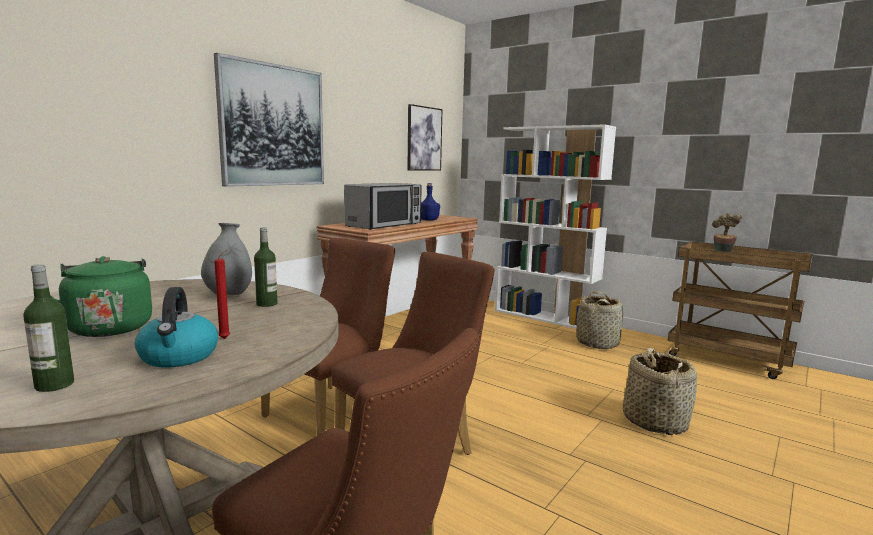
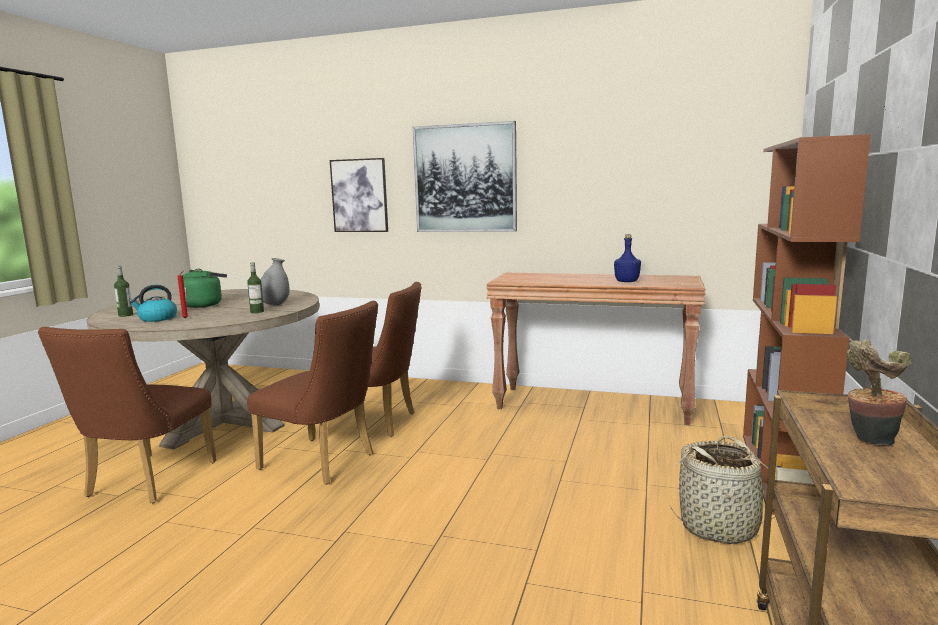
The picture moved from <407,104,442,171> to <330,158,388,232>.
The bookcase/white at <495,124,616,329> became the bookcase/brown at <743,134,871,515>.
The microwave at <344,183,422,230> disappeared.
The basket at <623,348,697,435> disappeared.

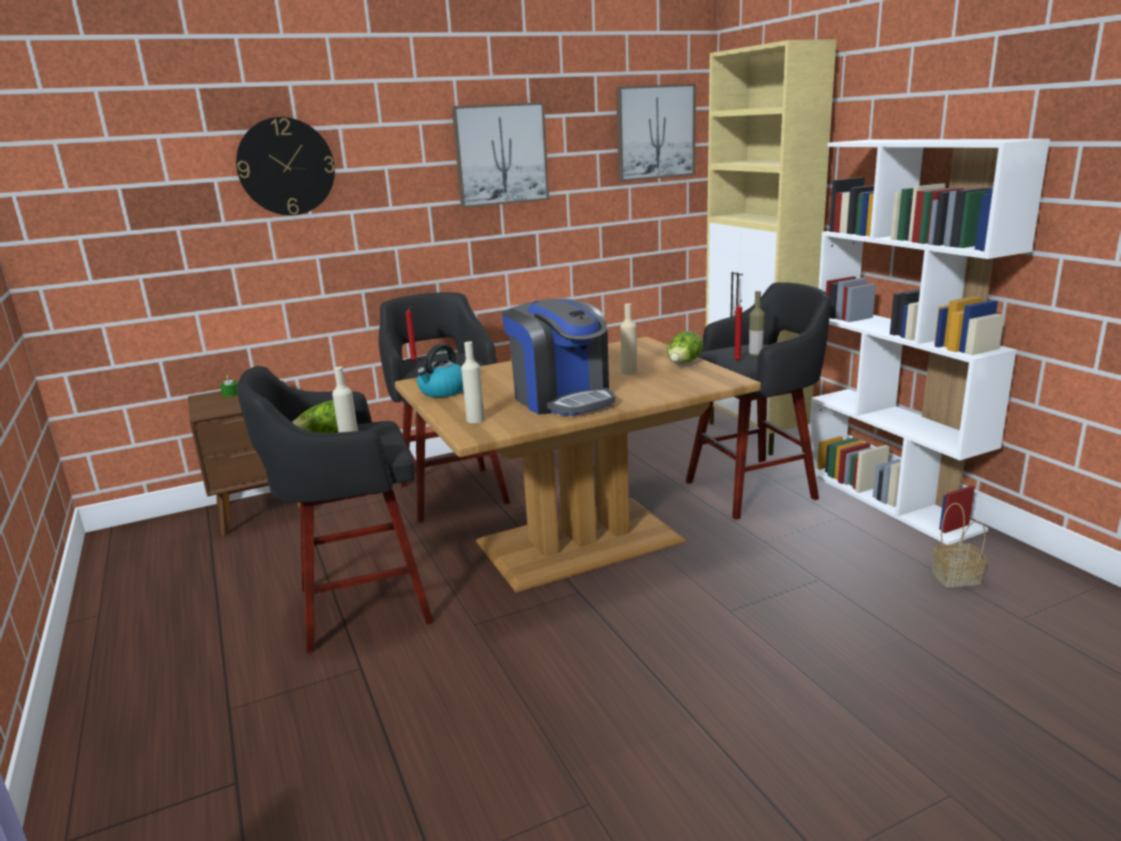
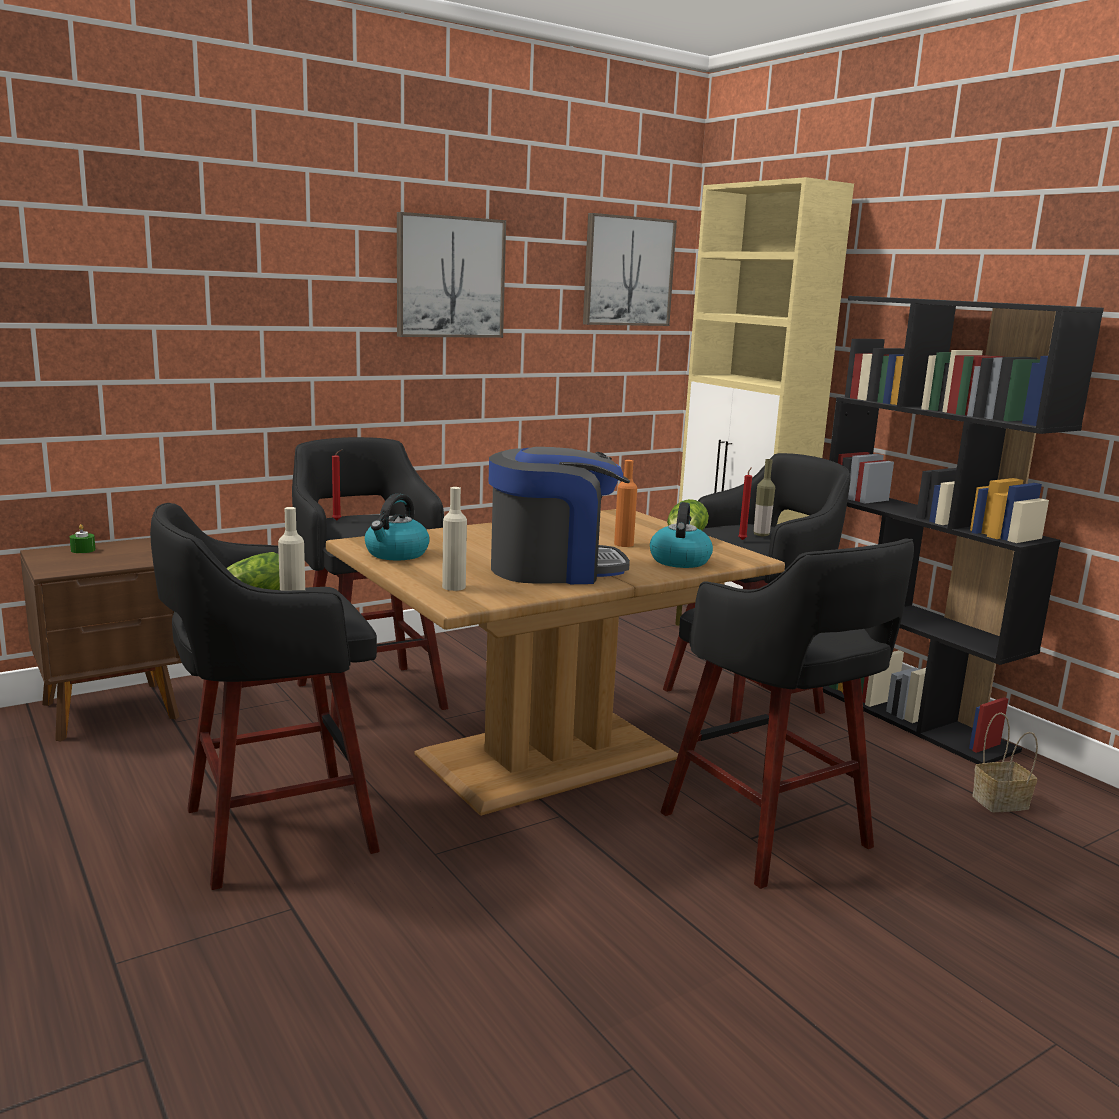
The wall clock at <236,117,335,215> disappeared.
The bookcase/white at <809,139,1050,545> became the bookcase/black at <823,296,1104,764>.
The coffee machine at <502,299,615,416> turned 60 degrees counterclockwise.
The bottle/beige at <620,303,637,375> became the bottle/orange at <614,460,637,547>.
The kettle at <650,502,713,568> appeared.
The stool/black at <661,538,914,889> appeared.

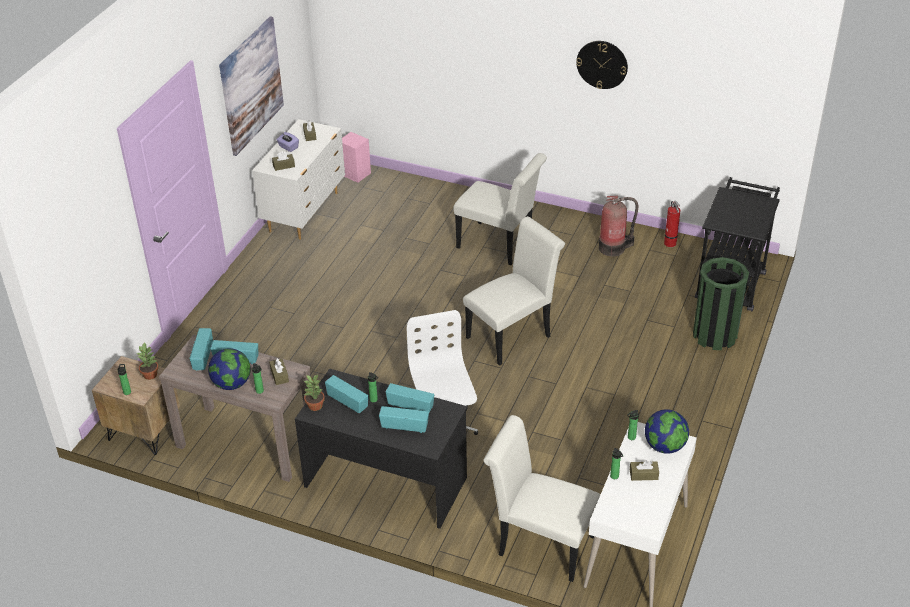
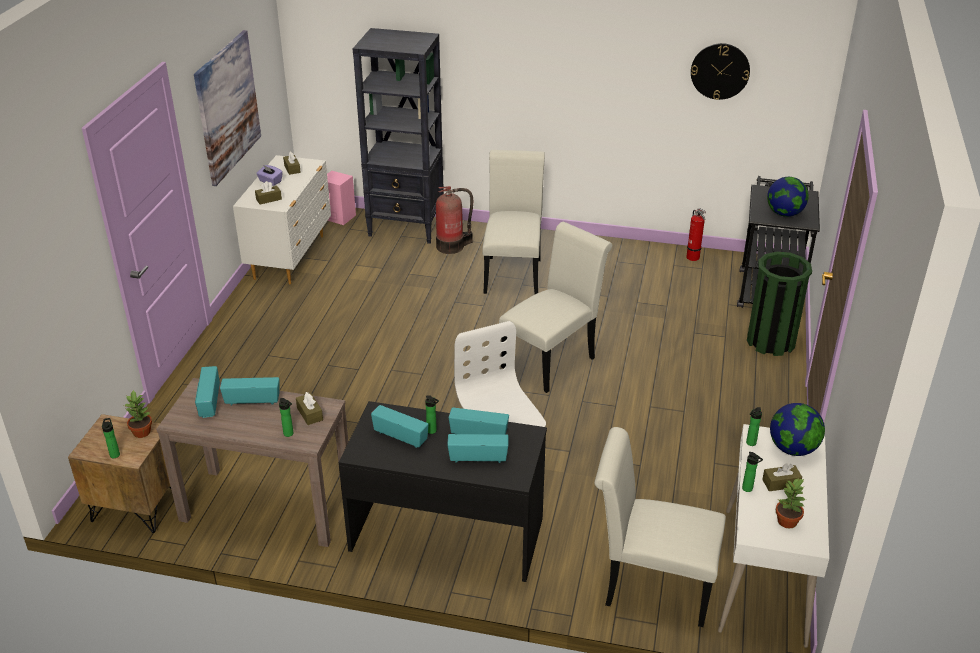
The wall clock moved from <576,41,628,89> to <691,43,750,100>.
The chair/white at <453,153,547,265> turned 105 degrees counterclockwise.
The fire extinguisher moved from <599,195,638,257> to <436,186,473,254>.
The globe moved from <208,348,251,390> to <767,177,809,217>.
The potted plant moved from <304,375,325,411> to <776,479,806,528>.
The bookcase/black at <353,28,444,244> appeared.

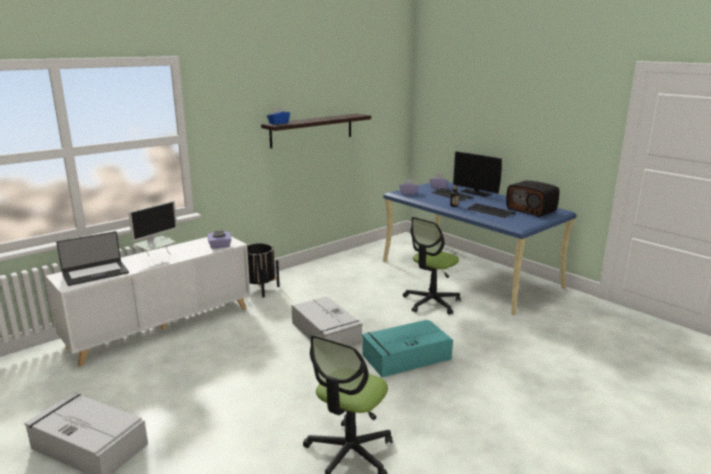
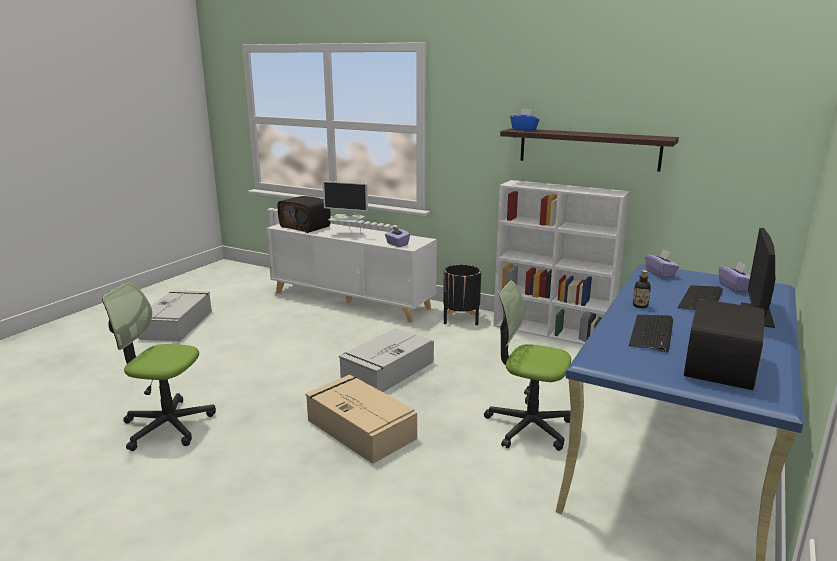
The laptop at <56,231,129,286> was replaced by the radio at <278,196,331,233>.
The storage box/turquoise at <362,320,453,377> became the storage box/beige at <305,375,417,464>.
The bookcase/white at <493,180,630,345> appeared.

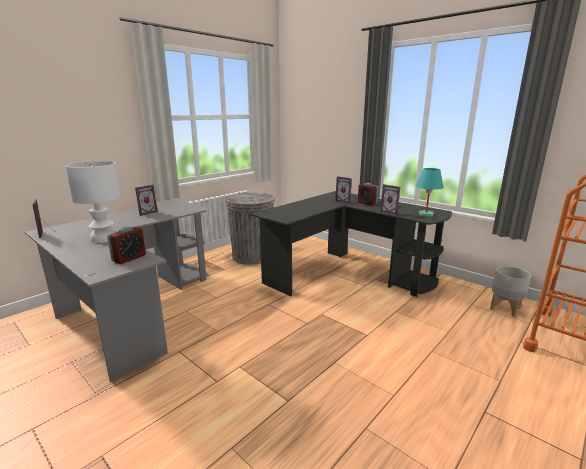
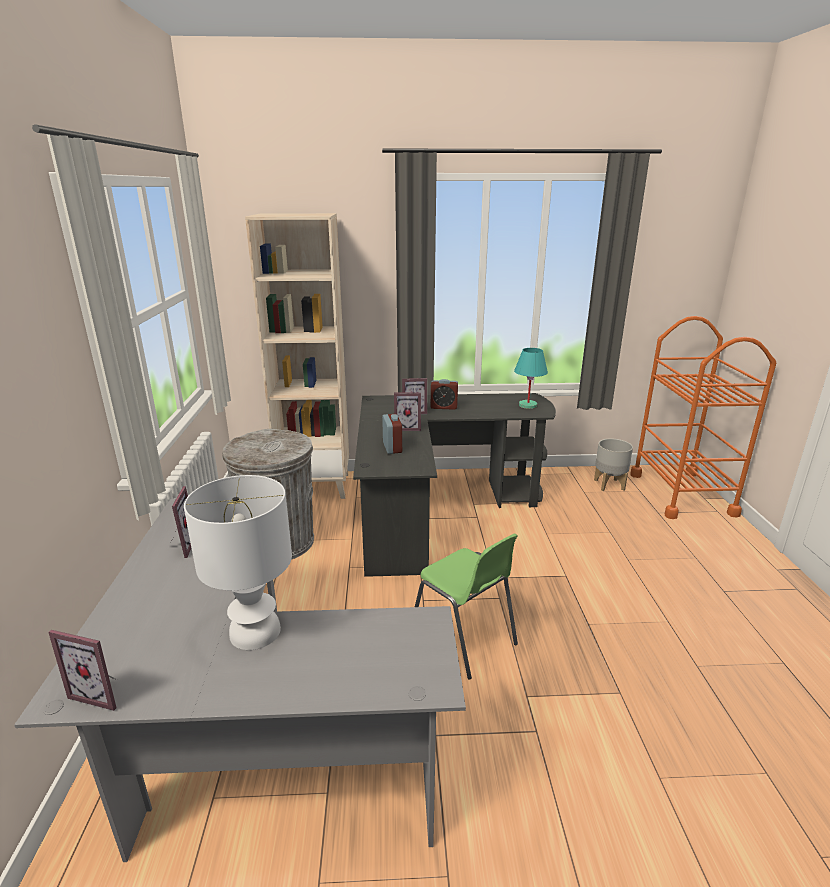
The picture frame moved from <380,184,400,215> to <394,393,421,431>.
The alarm clock moved from <107,226,146,264> to <382,414,402,454>.
The bookcase/beige at <245,213,349,499> appeared.
The chair/green at <415,533,518,679> appeared.

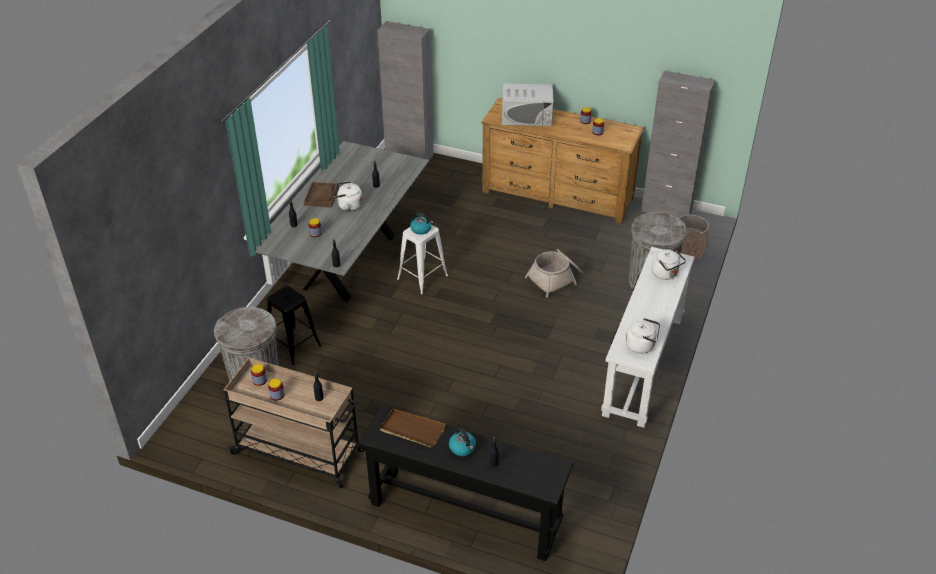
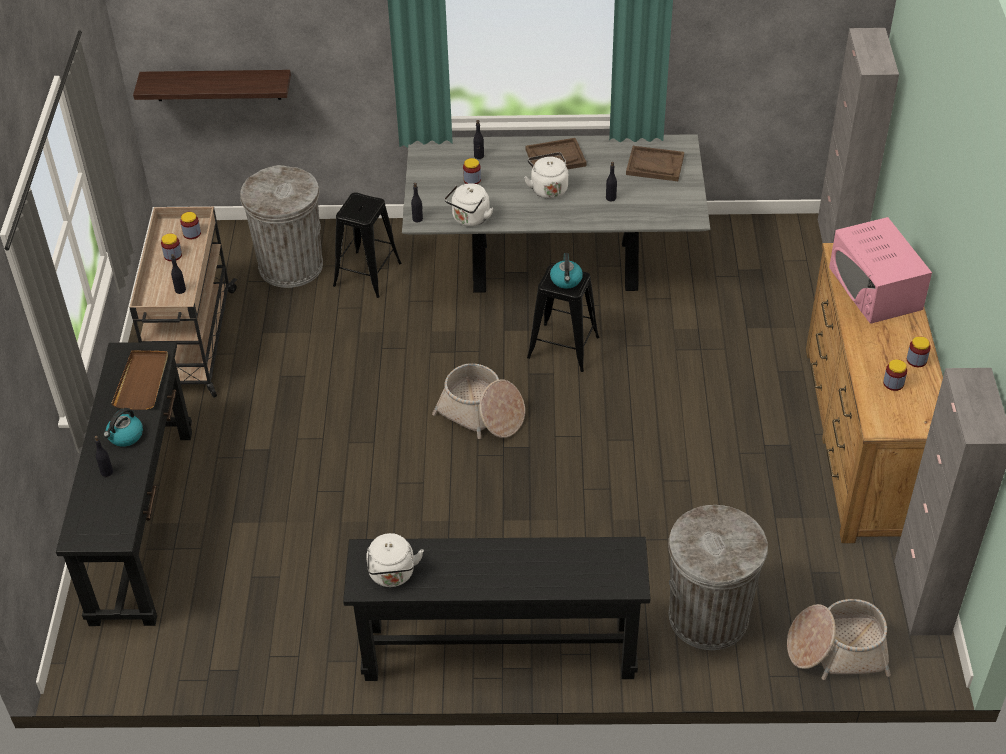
The microwave/white at <502,83,553,126> became the microwave/pink at <829,217,932,324>.
The stool/white at <397,225,448,294> became the stool/black at <527,265,599,372>.
The console table/white at <601,247,695,428> became the console table/black at <343,537,651,681>.
The basket moved from <525,249,584,297> to <432,363,525,439>.
The kettle/white moved from <652,249,686,280> to <444,183,493,226>.
The shelf at <133,70,291,101> appeared.
The tray/brown at <626,146,684,181> appeared.

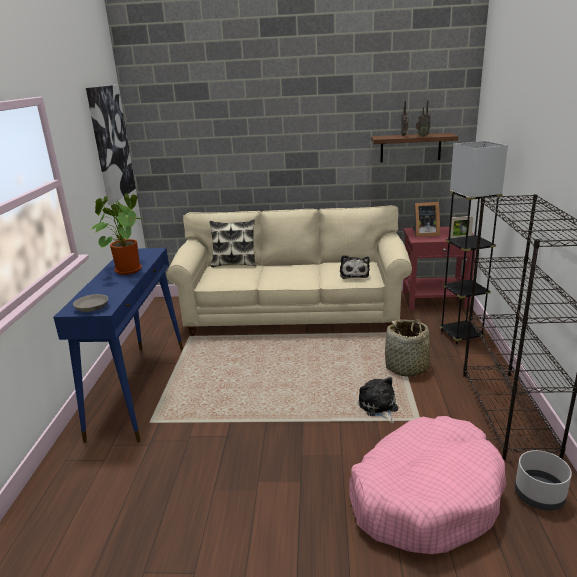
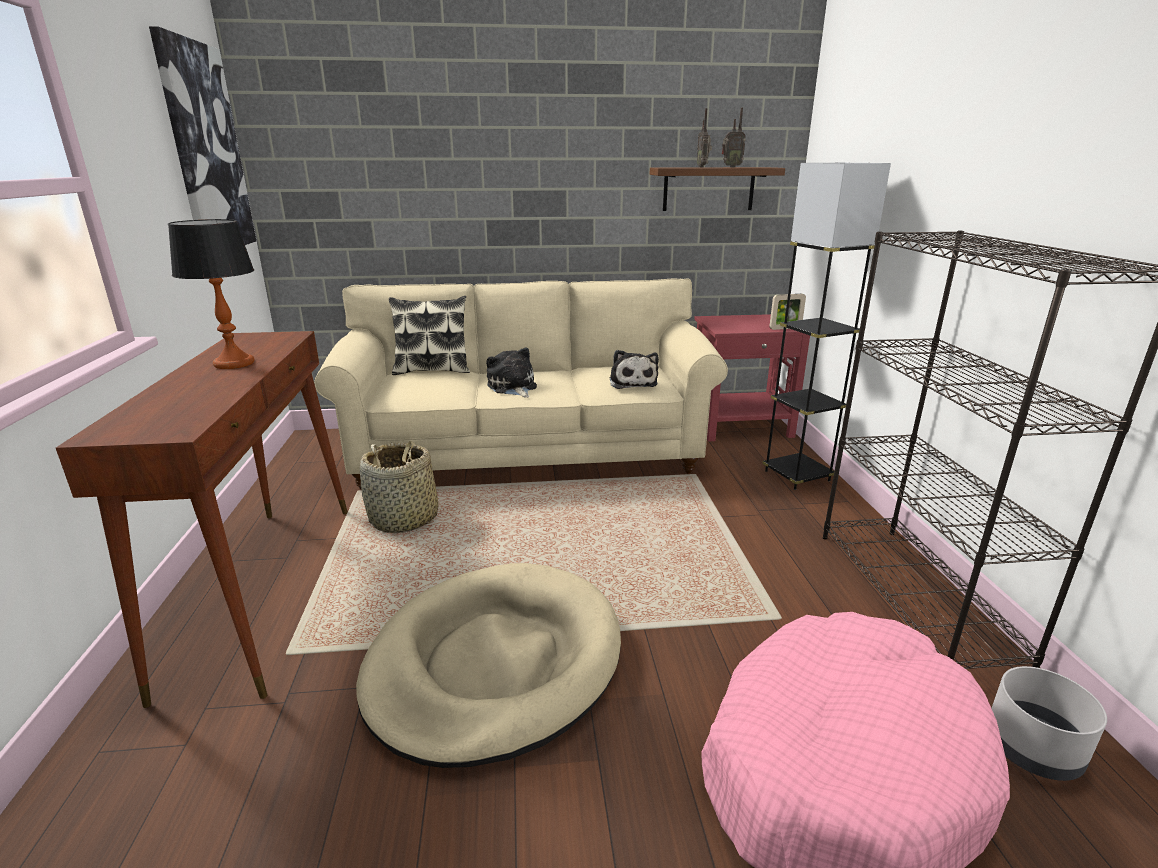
The potted plant at <90,193,147,275> was replaced by the table lamp at <168,219,255,369>.
The picture frame at <412,202,440,237> disappeared.
The console table/blue at <53,248,183,443> became the console table/brown at <56,331,348,708>.
The bowl/grey at <73,294,108,312> disappeared.
The basket moved from <385,319,436,377> to <360,441,439,533>.
The plush toy moved from <359,377,398,423> to <486,347,537,398>.
The dog bed/beige at <356,563,621,768> appeared.

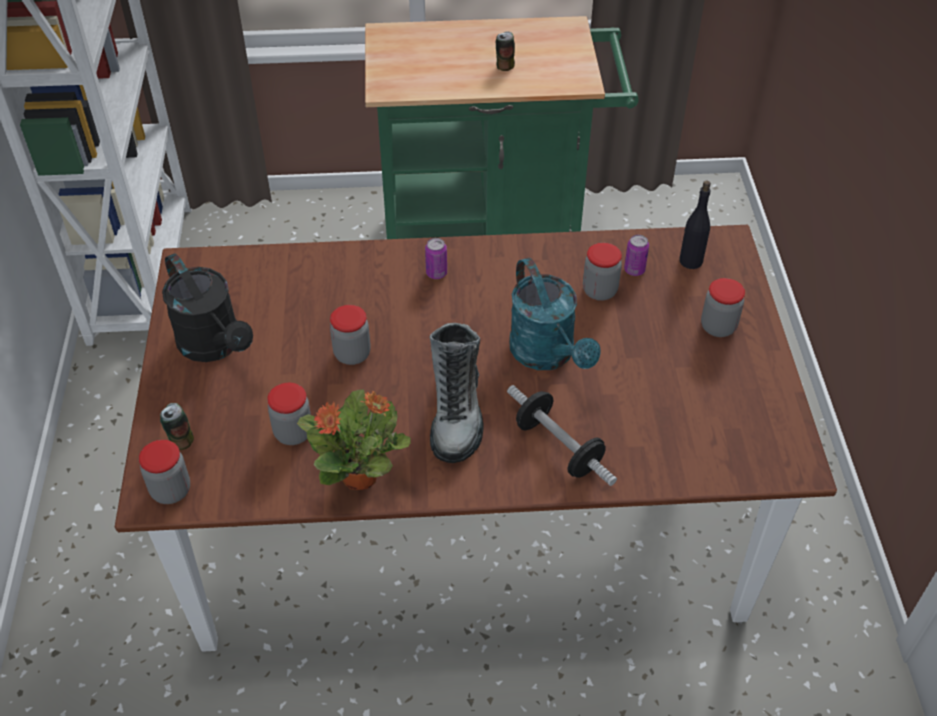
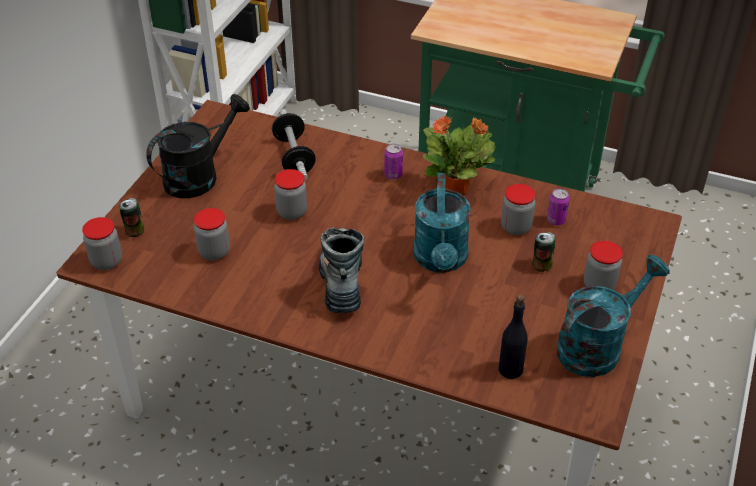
The can moved from <496,31,515,71> to <533,232,555,272>.
The bottle/black moved from <679,181,711,269> to <499,295,527,379>.
The watering can/black at <162,253,253,362> turned 120 degrees counterclockwise.
The boot at <429,323,484,463> turned 150 degrees clockwise.
The dumbbell moved from <507,385,617,486> to <272,109,316,181>.
The potted plant moved from <297,389,410,490> to <423,115,496,196>.
The watering can/turquoise at <557,255,670,377> appeared.

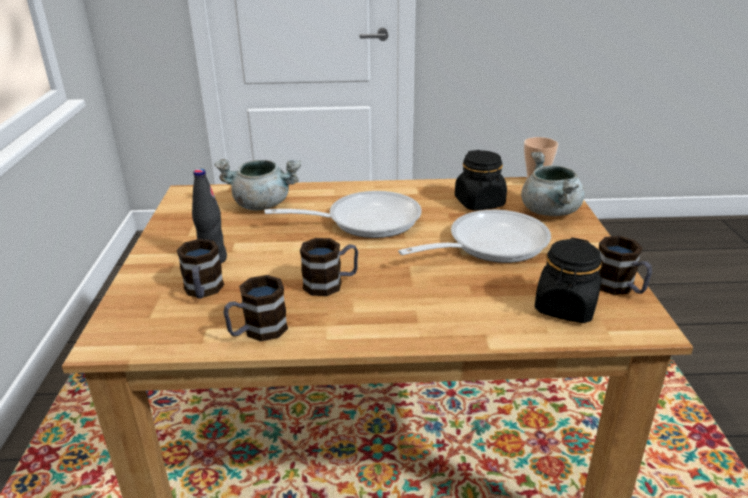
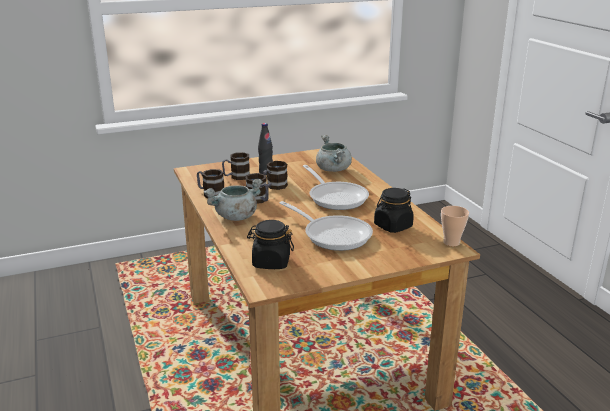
The cooking pot/grey moved from <521,152,585,216> to <204,179,263,221>.
The mug moved from <599,236,652,295> to <263,161,288,190>.

